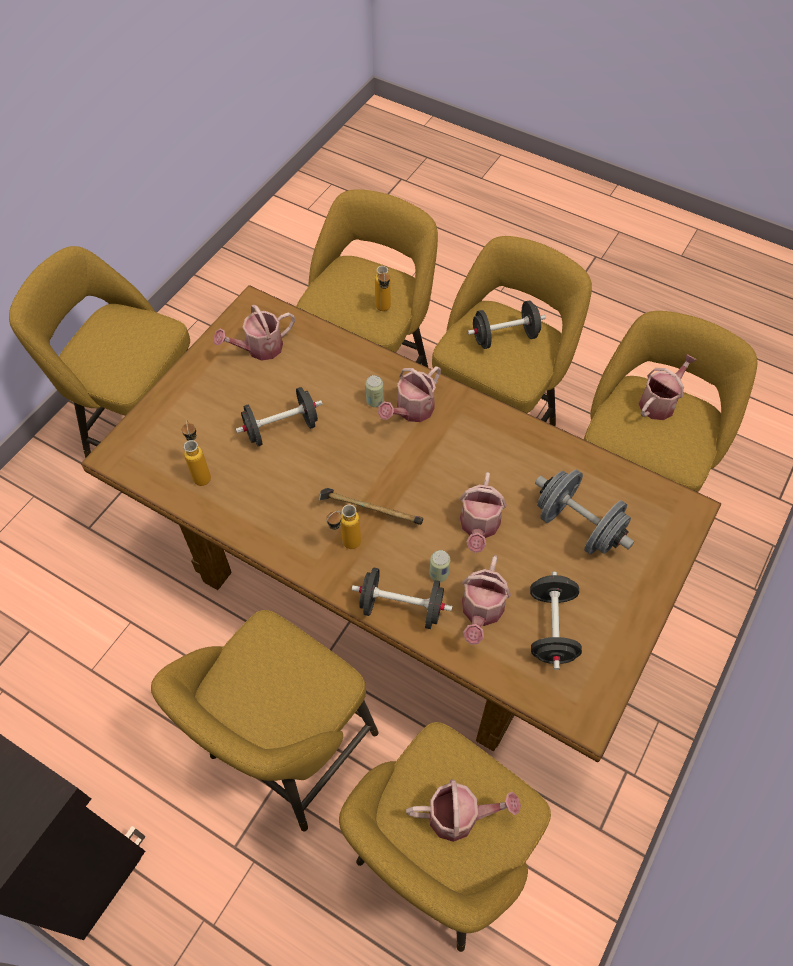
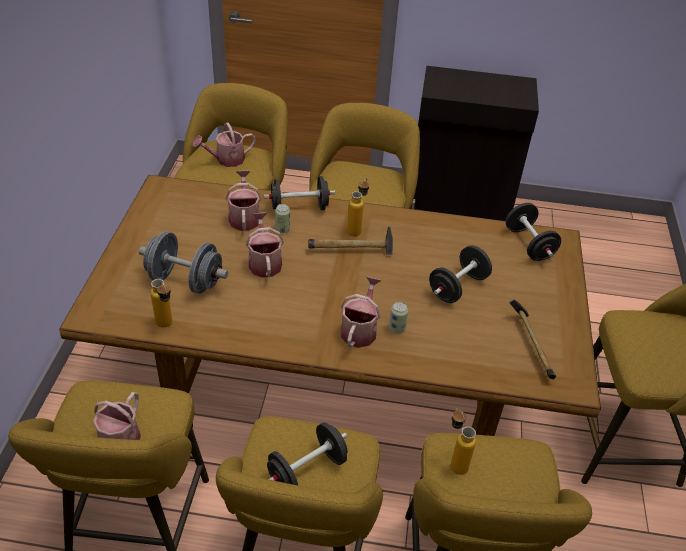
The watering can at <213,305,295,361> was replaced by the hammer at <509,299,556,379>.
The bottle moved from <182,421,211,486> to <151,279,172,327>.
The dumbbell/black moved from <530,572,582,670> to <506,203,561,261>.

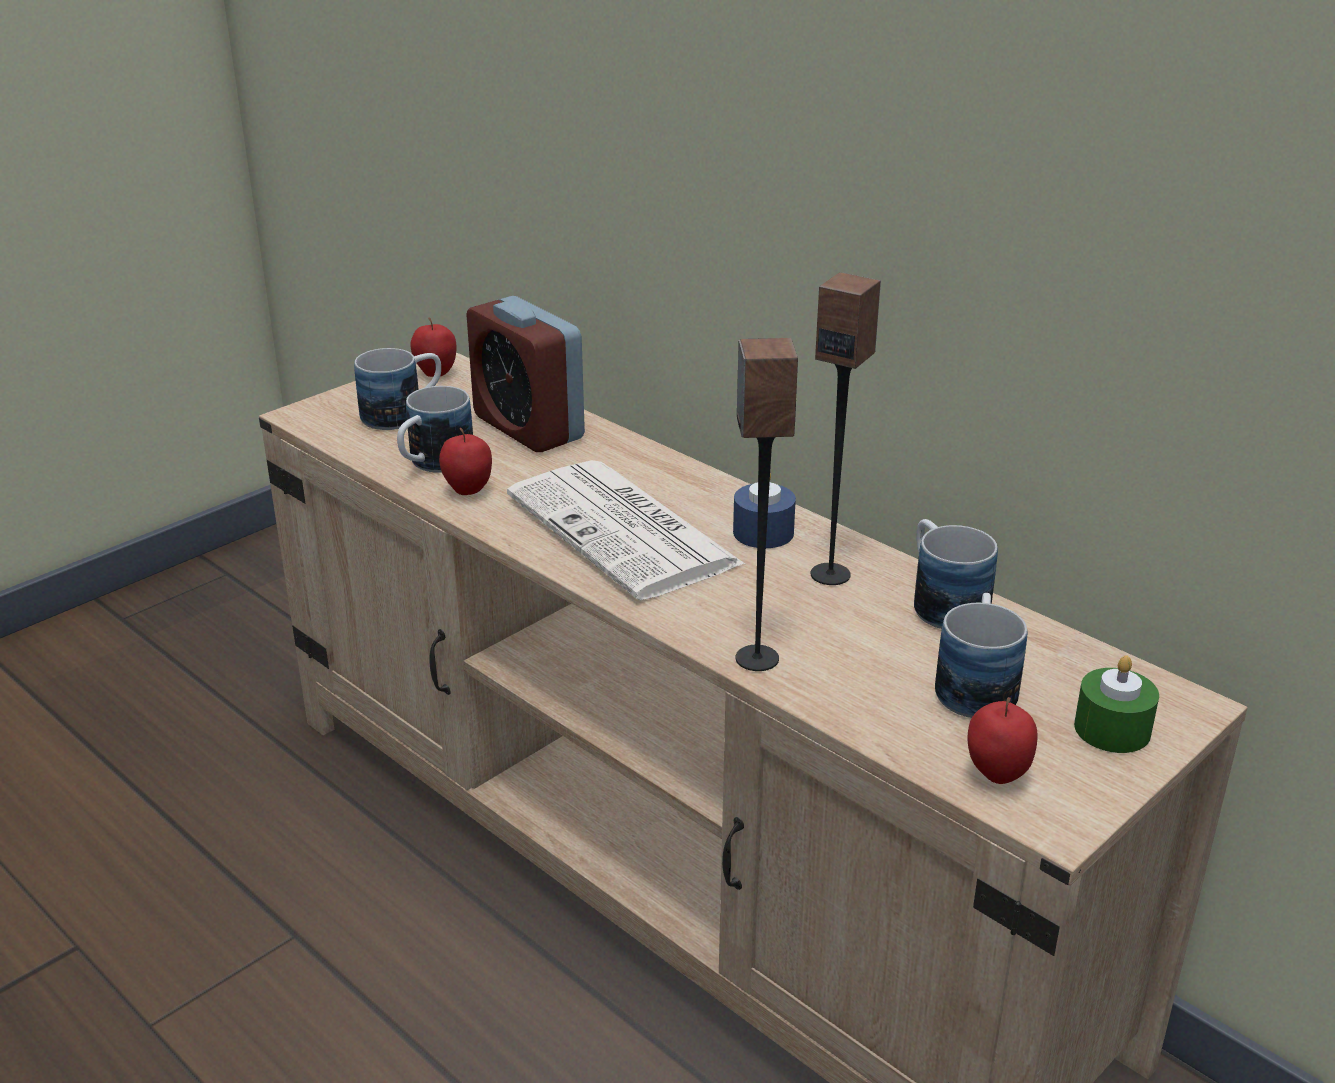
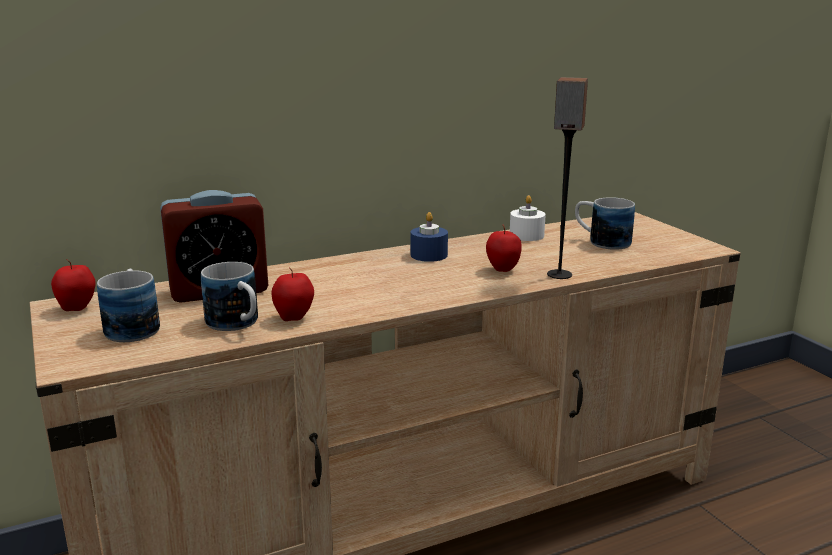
The speaker at <811,272,881,585> disappeared.
The newspaper at <507,460,745,600> disappeared.
The mug at <914,519,998,629> was replaced by the candle/white at <510,195,546,241>.
The candle/green at <1074,655,1159,753> disappeared.
The apple moved from <967,697,1038,784> to <486,225,522,272>.

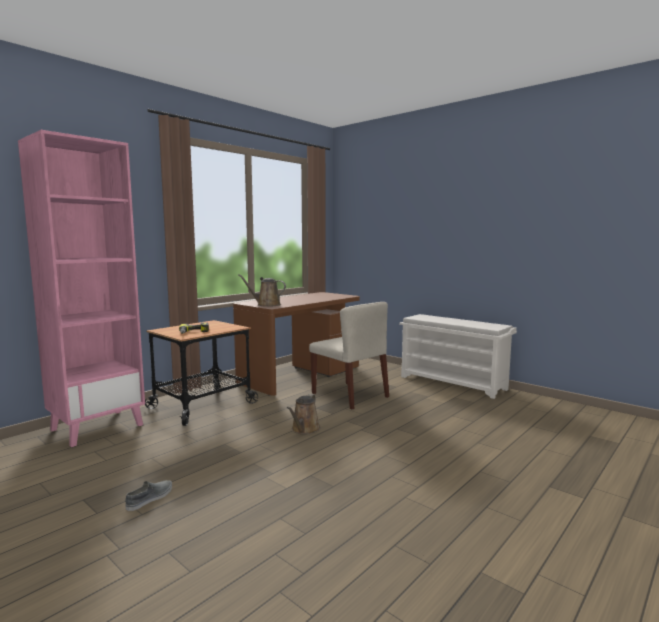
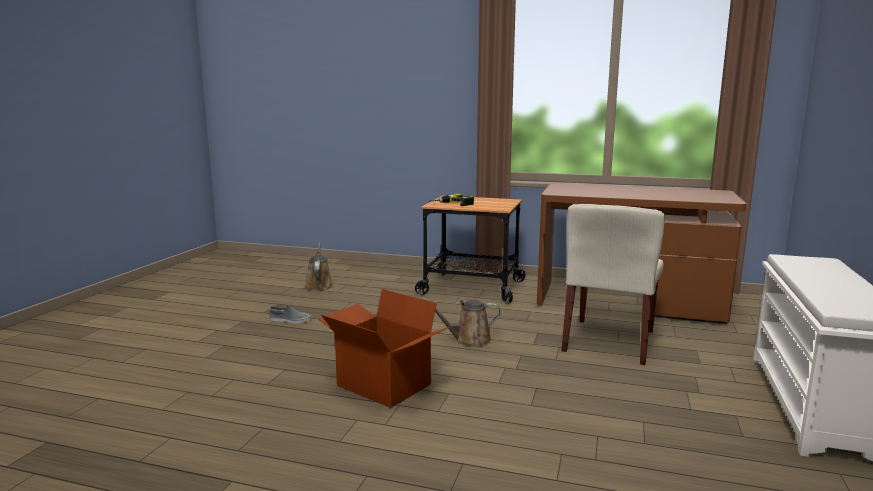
The bookcase/pink at <18,130,145,447> disappeared.
The watering can/brown moved from <238,274,286,307> to <305,243,333,291>.
The cardboard box at <318,289,450,408> appeared.

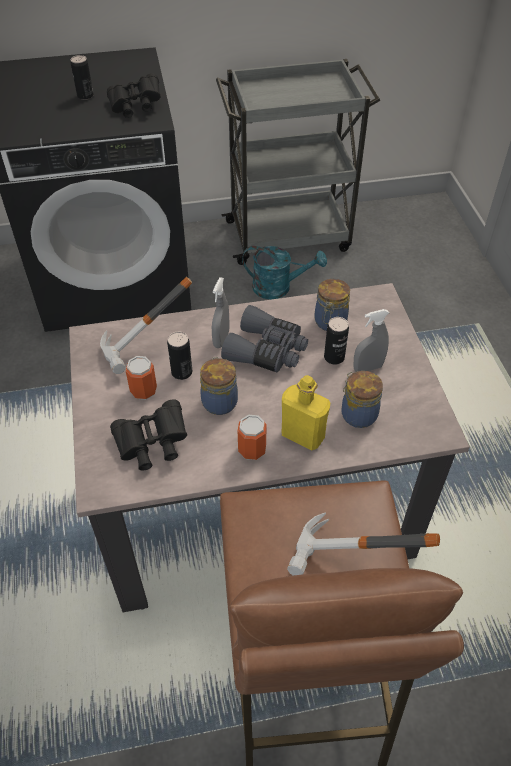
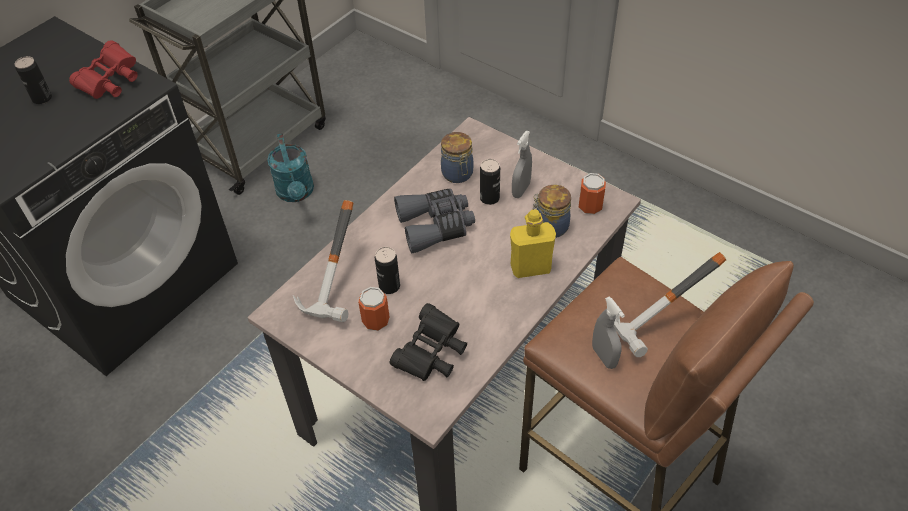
The binoculars/black at <107,73,161,118> became the binoculars/red at <69,40,138,99>.
The watering can/turquoise at <242,246,327,299> turned 105 degrees clockwise.
The spray bottle/grey moved from <212,277,230,348> to <592,297,625,369>.
The jar at <200,357,238,415> disappeared.
The can moved from <238,415,267,460> to <579,173,606,215>.

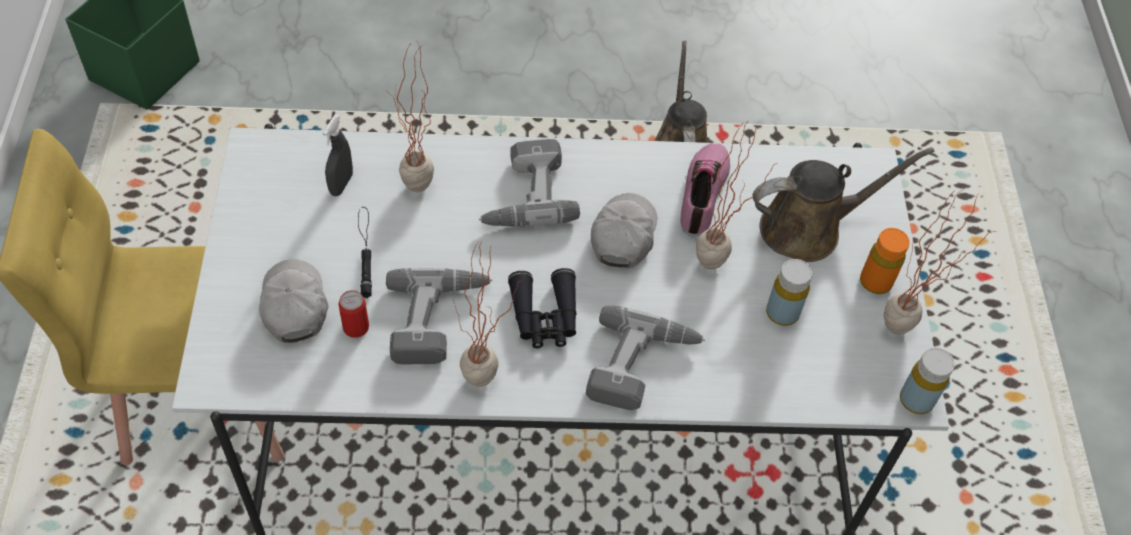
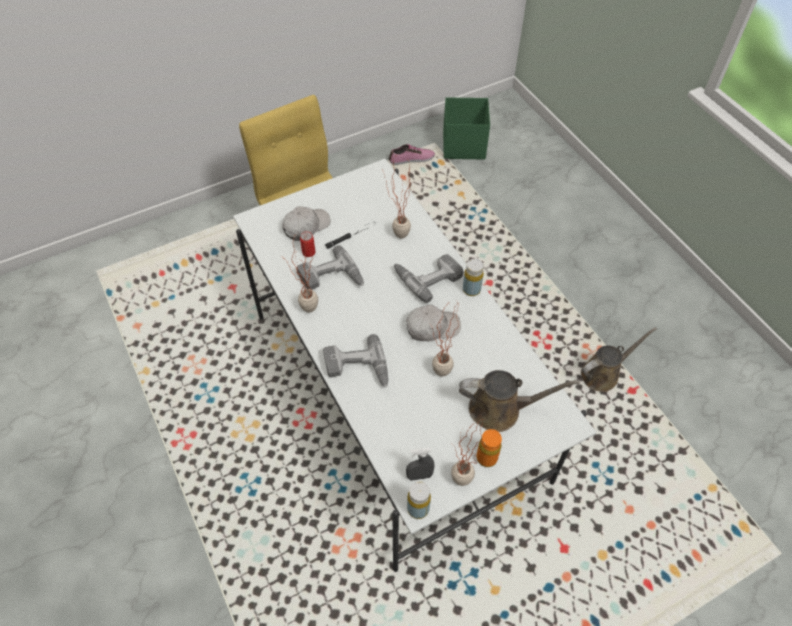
The spray bottle/grey moved from <323,115,353,196> to <406,448,435,481>.
The shoe moved from <680,143,730,236> to <389,144,435,165>.
The watering can/brown at <752,147,935,262> turned 45 degrees counterclockwise.
The bottle/yellow moved from <766,259,812,326> to <463,259,484,296>.
The binoculars/black at <508,268,576,348> disappeared.

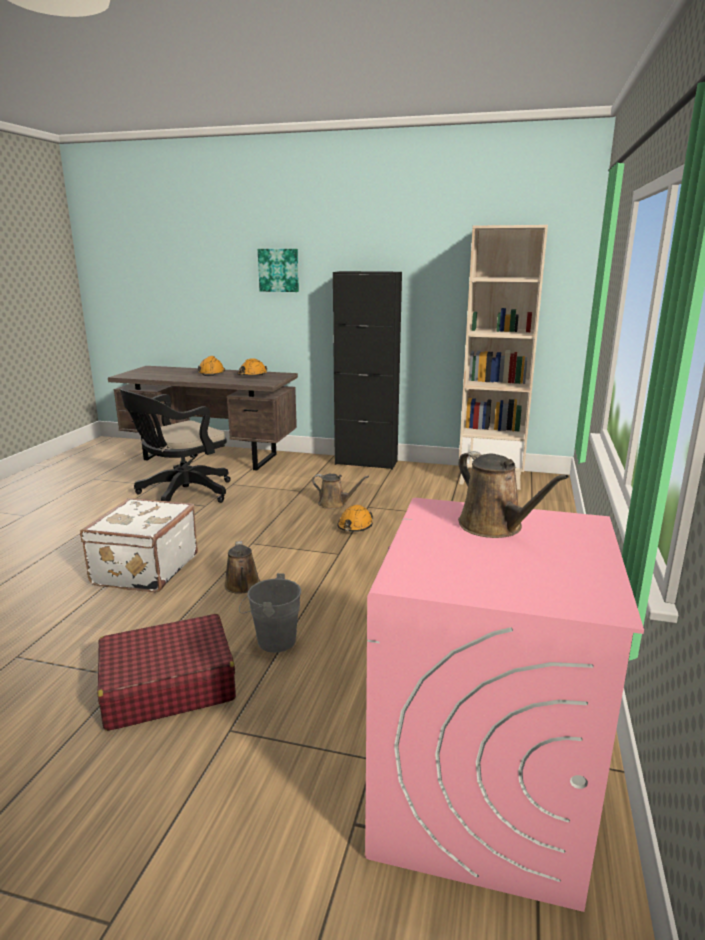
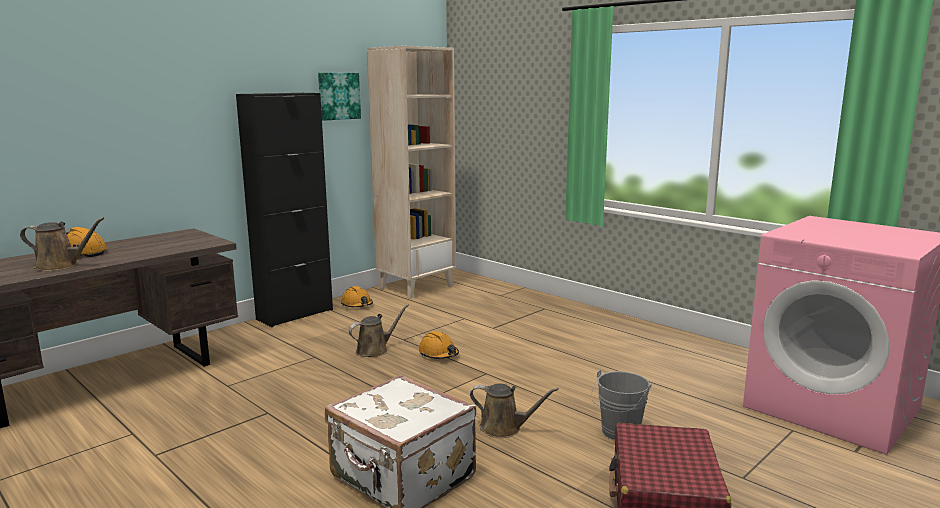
The picture moved from <258,249,299,292> to <318,73,361,121>.
The hard hat/orange moved from <237,358,267,376> to <341,286,373,307>.
The office chair/black at <120,389,231,503> disappeared.
The watering can/brown moved from <458,451,569,538> to <20,218,104,271>.

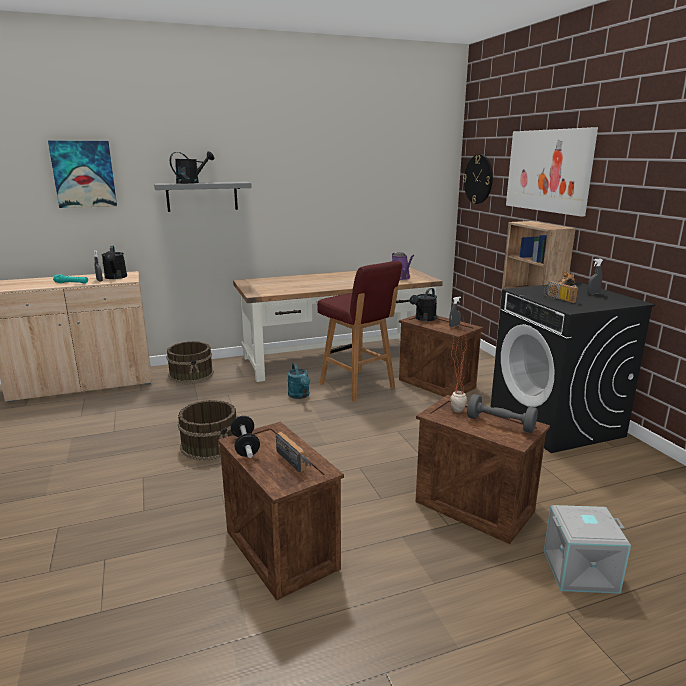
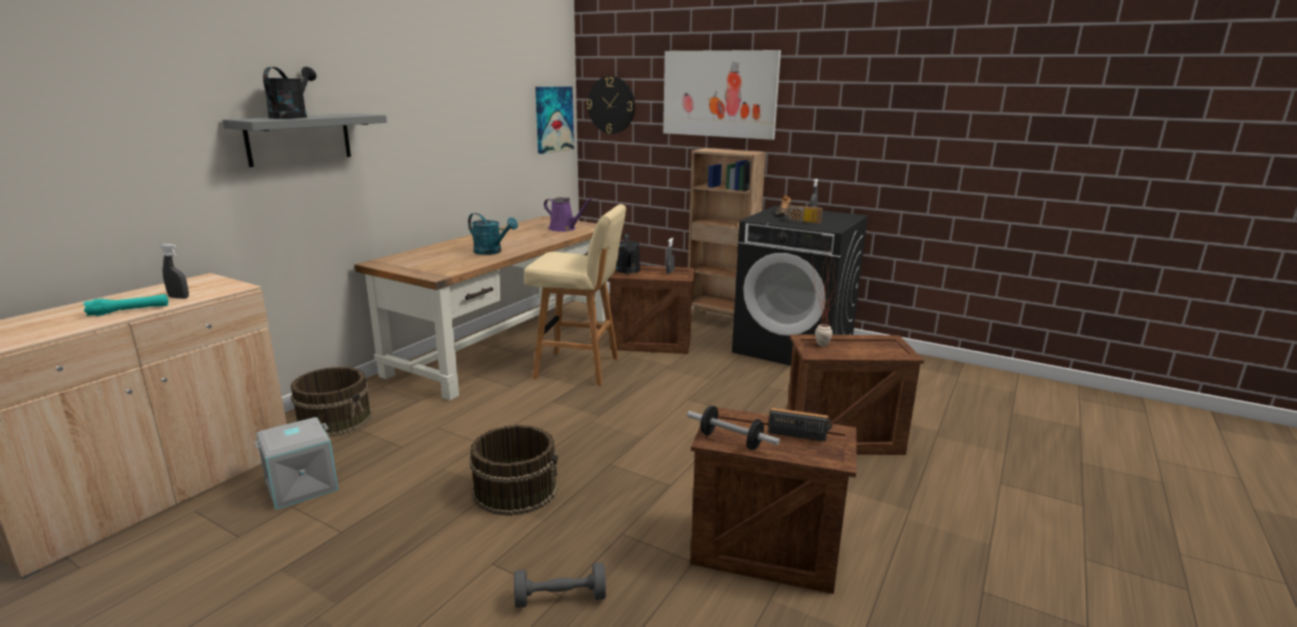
The picture moved from <48,141,117,208> to <535,86,574,154>.
The watering can/black at <102,246,127,279> disappeared.
The stool/red at <317,261,402,402> became the stool/beige at <524,204,626,386>.
The watering can/turquoise moved from <287,363,310,399> to <468,213,518,255>.
The dumbbell/grey moved from <467,394,538,433> to <514,562,606,608>.
The storage box/grey moved from <544,505,631,594> to <254,417,339,510>.

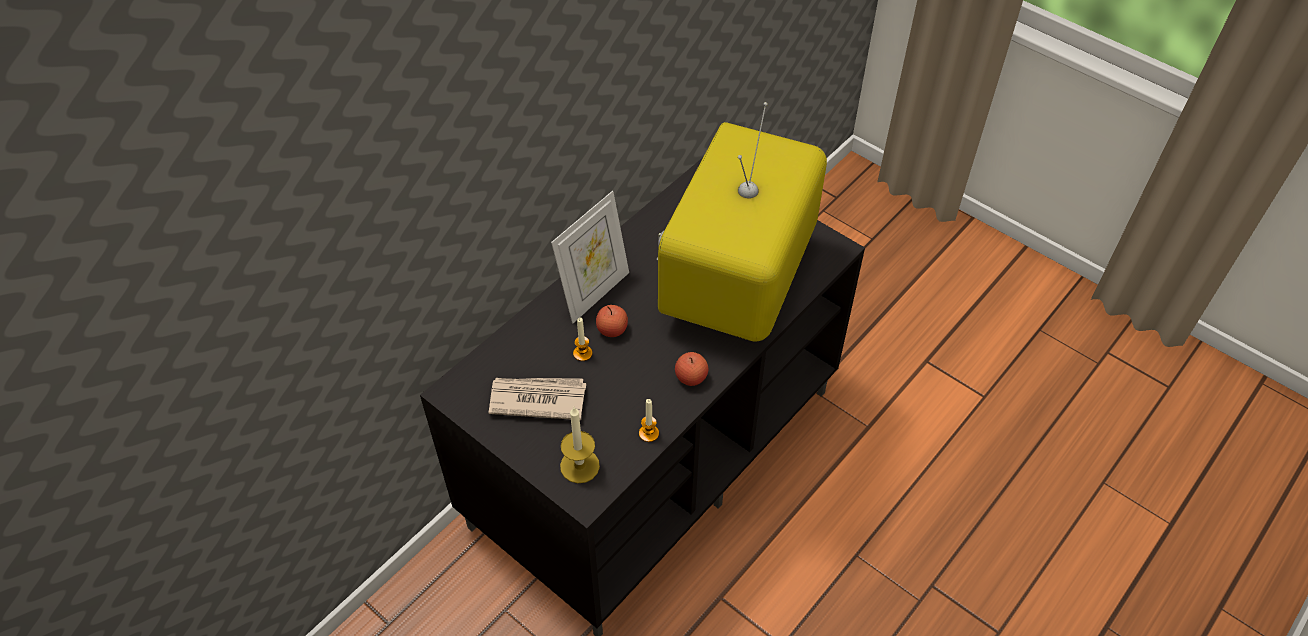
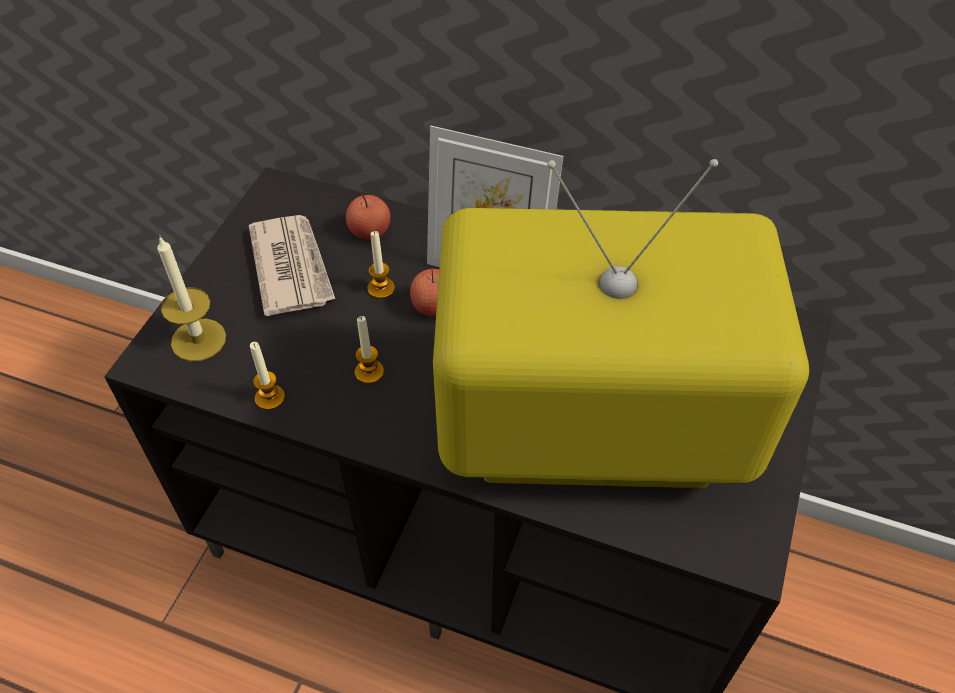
The apple moved from <675,352,708,386> to <346,193,390,240>.
The candle at <355,316,384,384> appeared.

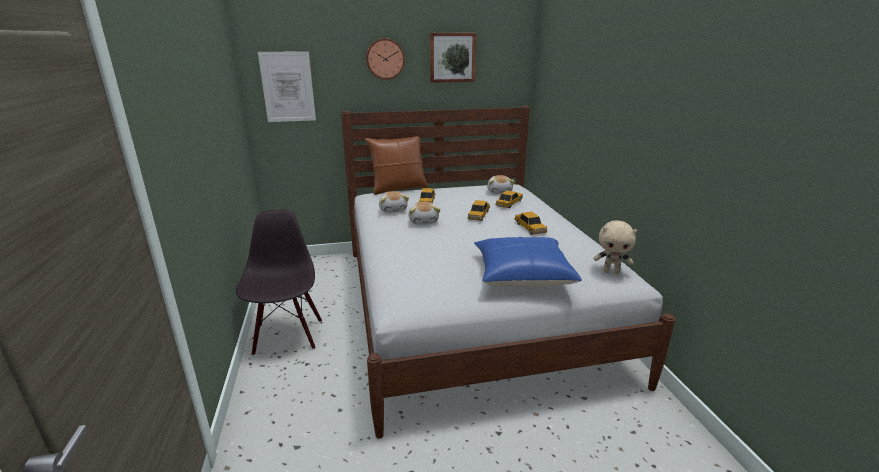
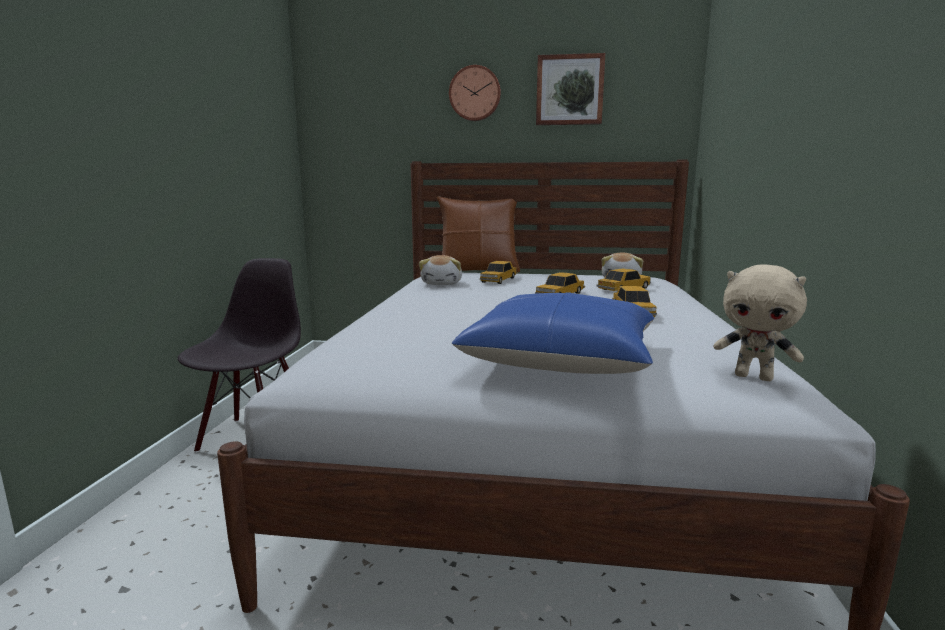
The picture at <258,51,316,122> disappeared.
The plush toy at <408,202,440,225> disappeared.

